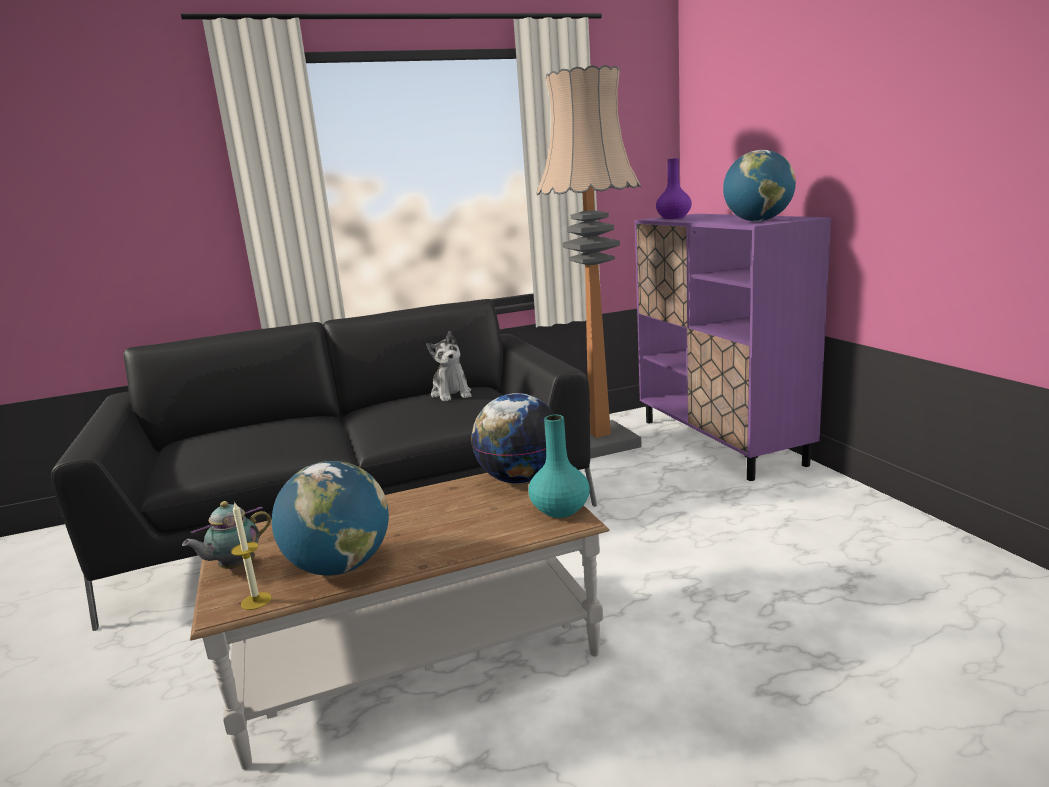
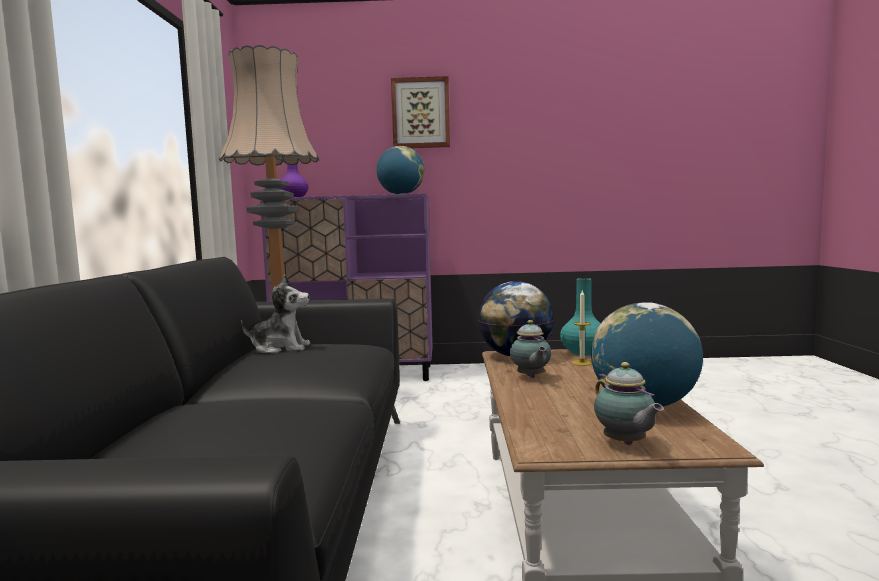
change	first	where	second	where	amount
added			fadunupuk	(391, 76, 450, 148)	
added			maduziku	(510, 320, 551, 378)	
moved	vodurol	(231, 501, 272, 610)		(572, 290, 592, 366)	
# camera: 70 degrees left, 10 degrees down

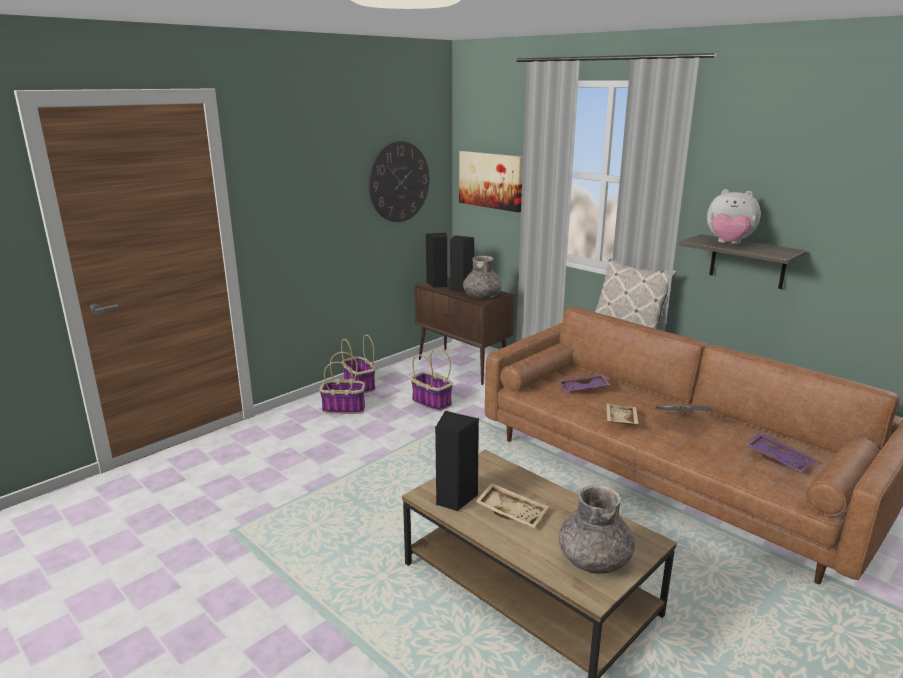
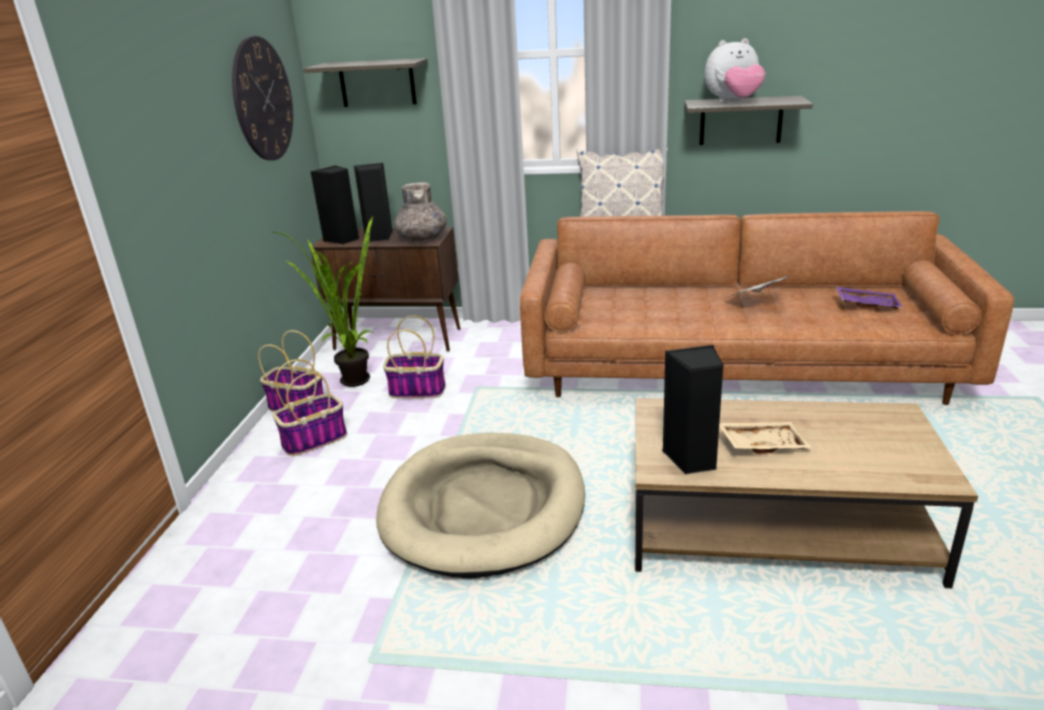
change	first	where	second	where	amount
added			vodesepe	(273, 217, 373, 387)	
replaced	fadunupuk	(459, 151, 523, 212)	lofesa	(303, 58, 428, 107)	
added			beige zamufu	(376, 433, 585, 578)	
removed	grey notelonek	(558, 485, 635, 574)			
removed	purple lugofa	(559, 374, 610, 392)			
removed	beige lugofa	(606, 404, 639, 425)			
# camera: 35 degrees left, 5 degrees up

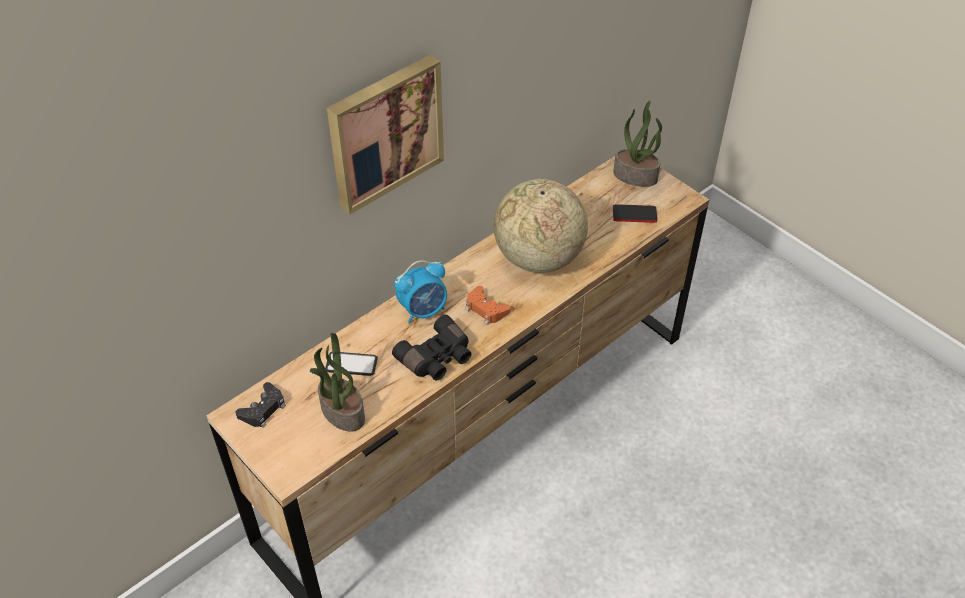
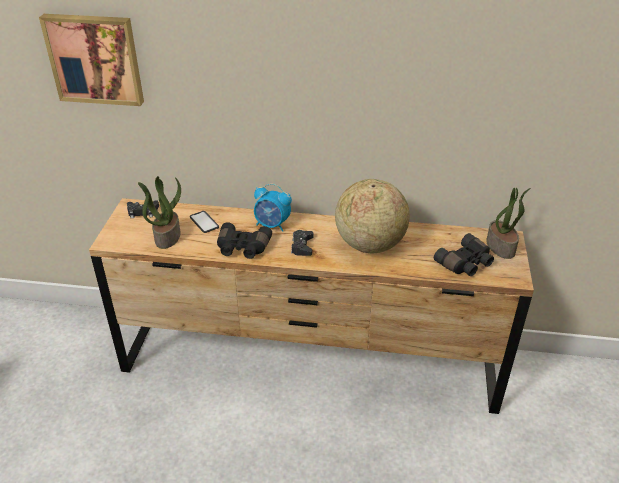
change	first	where	second	where	amount
moved	fadunupuk	(327, 55, 444, 215)		(39, 14, 144, 106)	
recoloured	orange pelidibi	(466, 286, 510, 325)	black pelidibi	(291, 230, 314, 256)	
replaced	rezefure	(613, 204, 657, 223)	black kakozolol	(434, 233, 494, 276)	
# camera: 50 degrees right, 10 degrees down

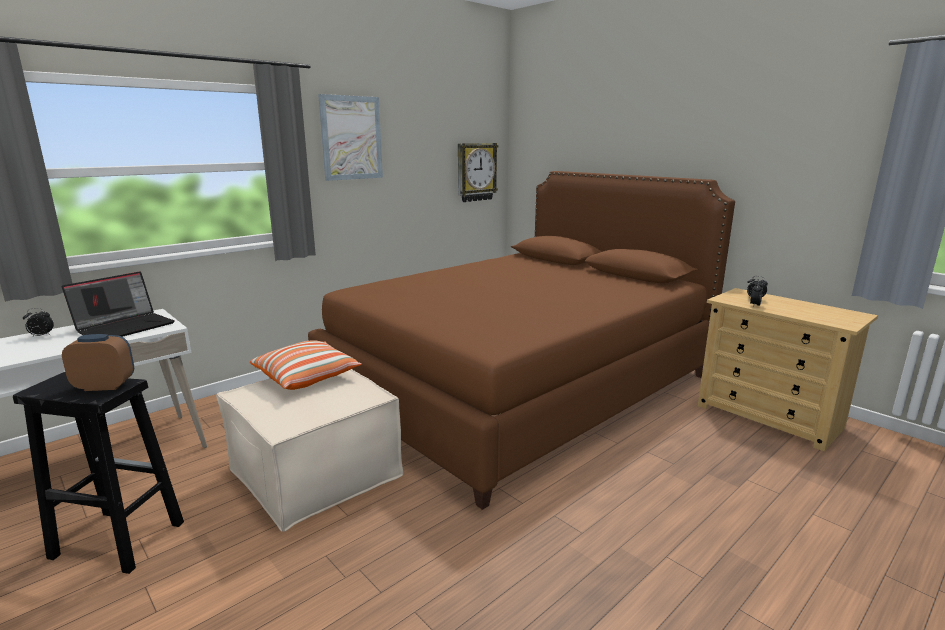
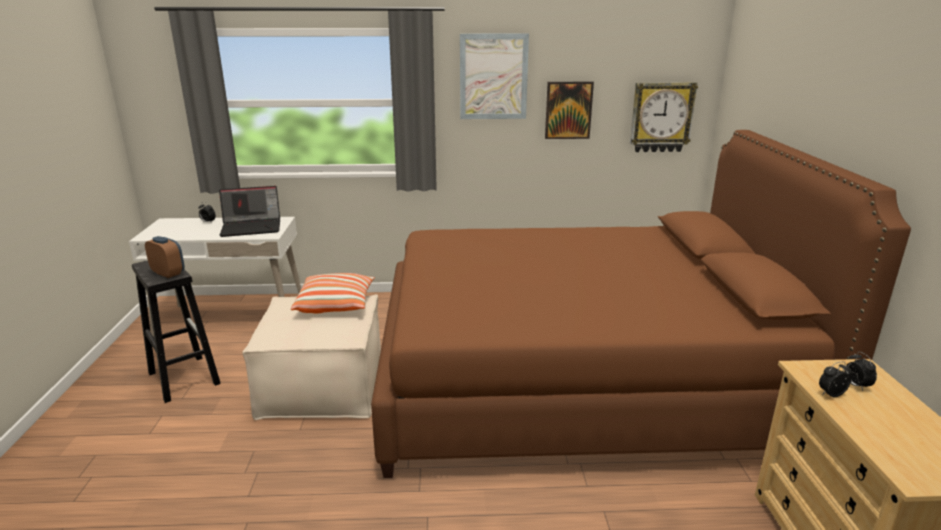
change	first	where	second	where	amount
added			fadunupuk	(545, 82, 594, 139)	
# camera: 40 degrees right, 5 degrees up

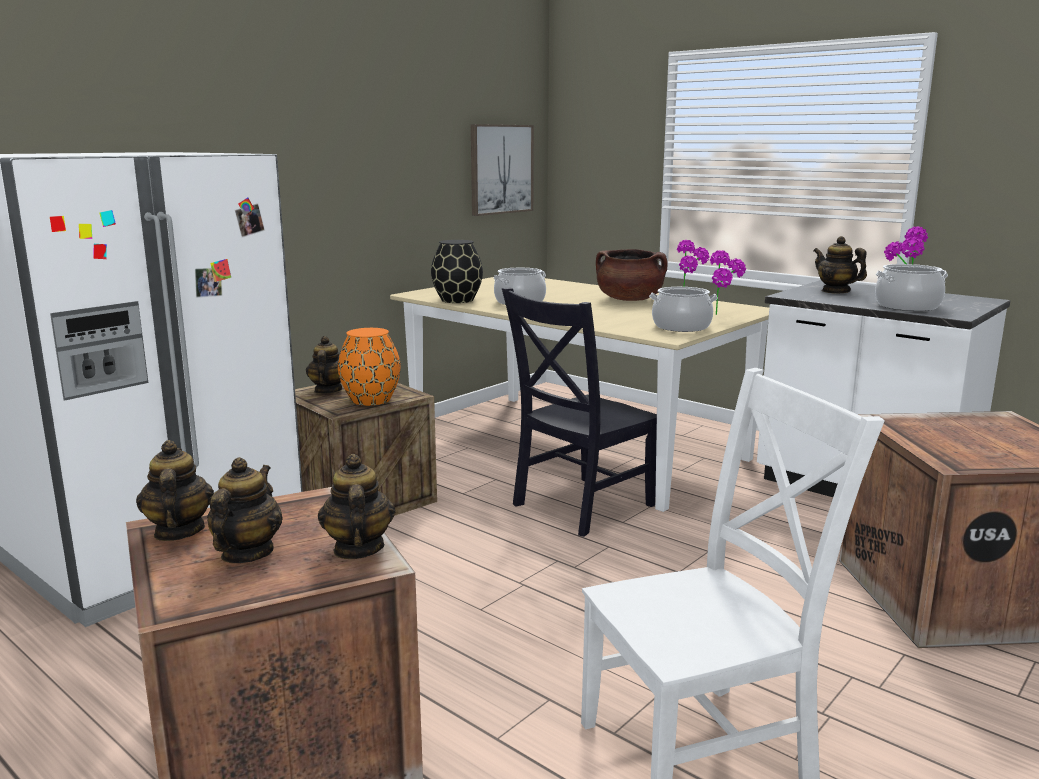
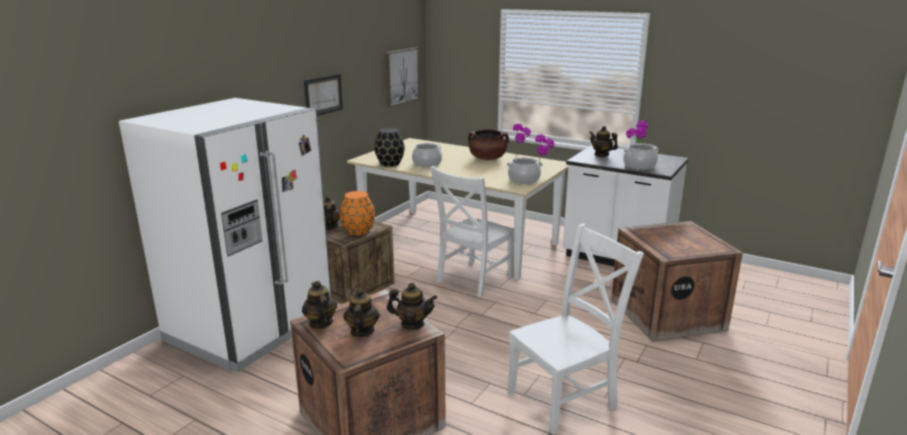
change	first	where	second	where	amount
added			fadunupuk	(304, 74, 343, 116)	
turned	maduziku	(318, 454, 395, 559)		(387, 282, 437, 330)	120 degrees clockwise
recoloured	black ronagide	(502, 288, 657, 537)	white ronagide	(430, 166, 514, 298)	
# camera: 10 degrees left, 5 degrees up

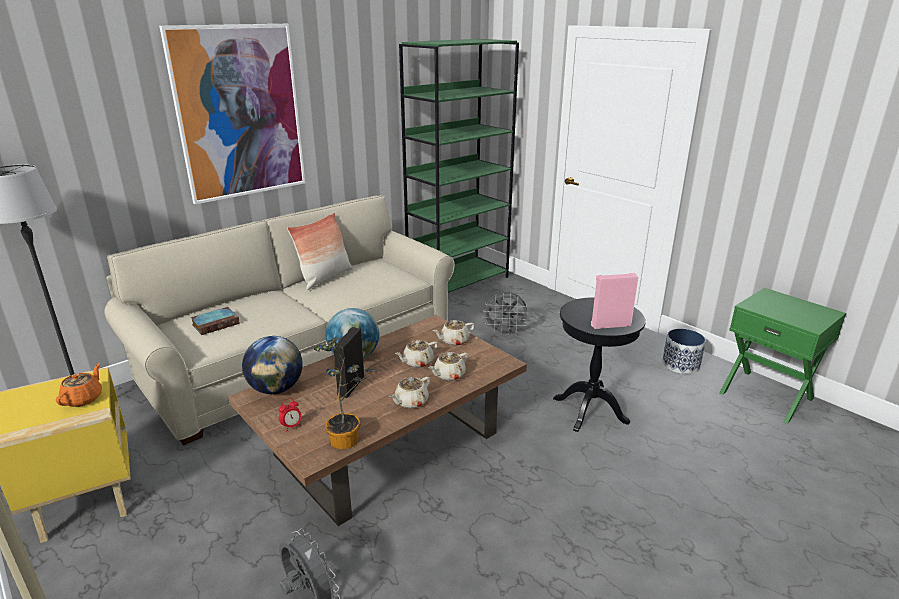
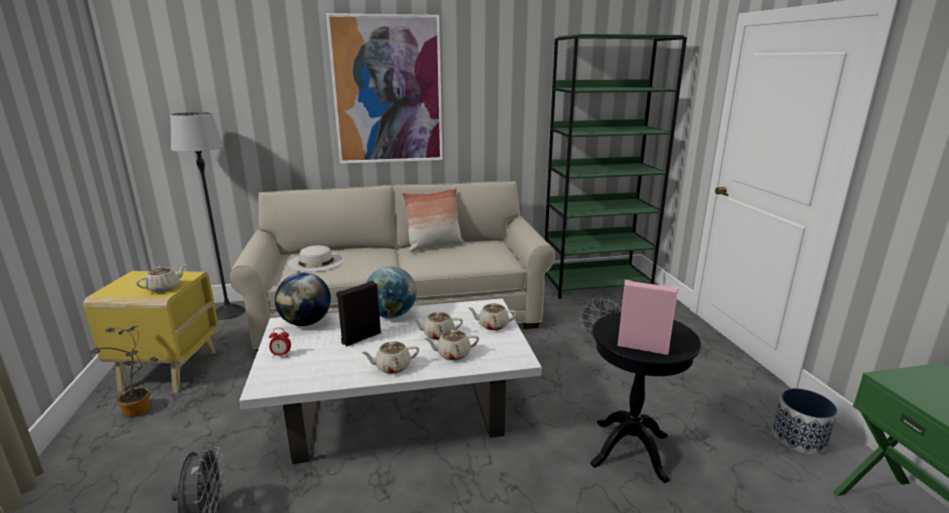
change	first	where	second	where	amount
moved	vodesepe	(314, 337, 378, 449)		(90, 325, 158, 417)	
recoloured	orange maduziku	(56, 363, 102, 407)	beige maduziku	(136, 264, 187, 293)	
recoloured	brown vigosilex	(228, 315, 527, 526)	white vigosilex	(239, 298, 542, 464)	
replaced	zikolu	(191, 307, 240, 335)	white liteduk	(288, 245, 344, 272)	
# camera: 30 degrees right, 5 degrees down

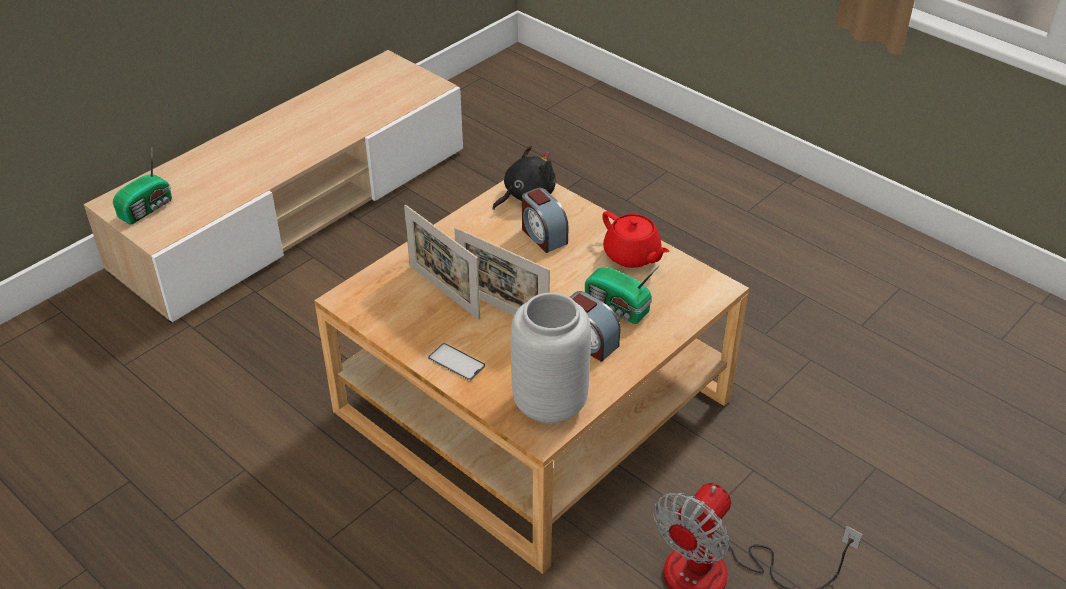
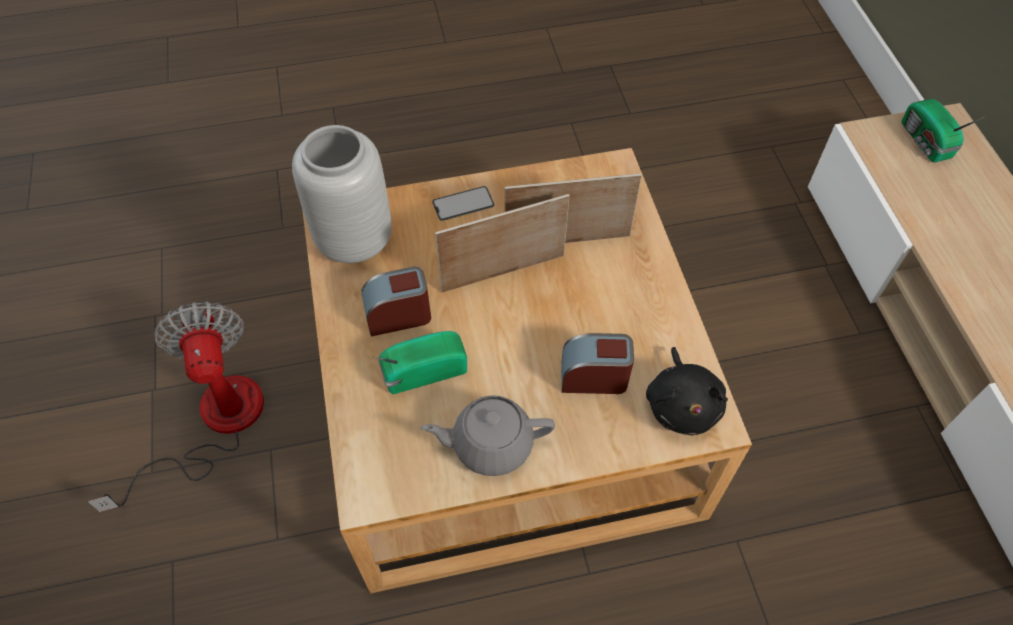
change	first	where	second	where	amount
recoloured	red maduziku	(602, 211, 669, 268)	grey maduziku	(421, 395, 555, 476)	
# camera: 125 degrees right, 15 degrees up

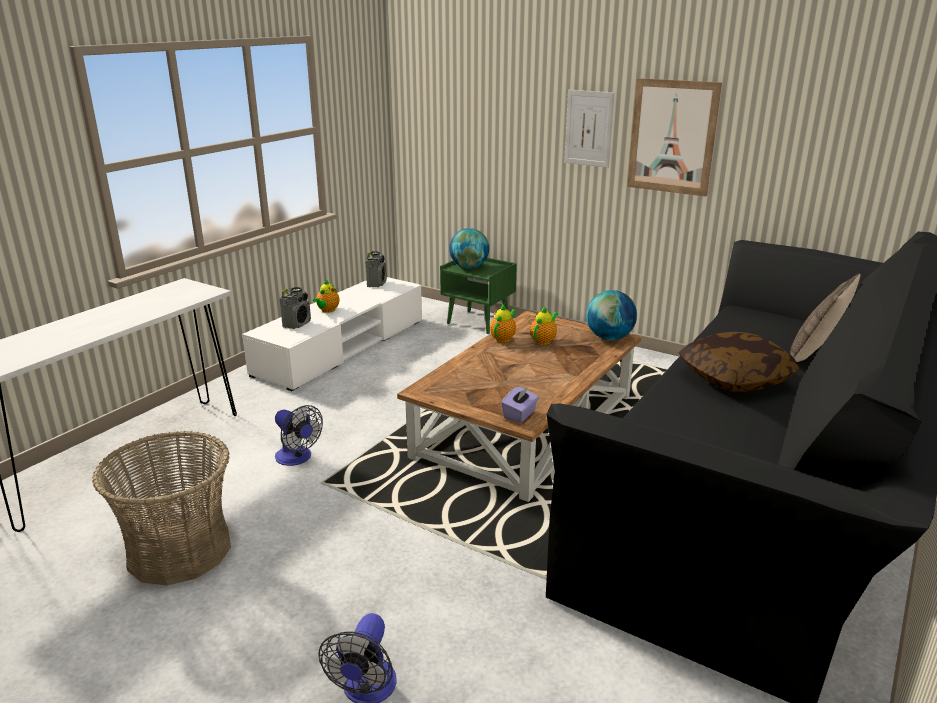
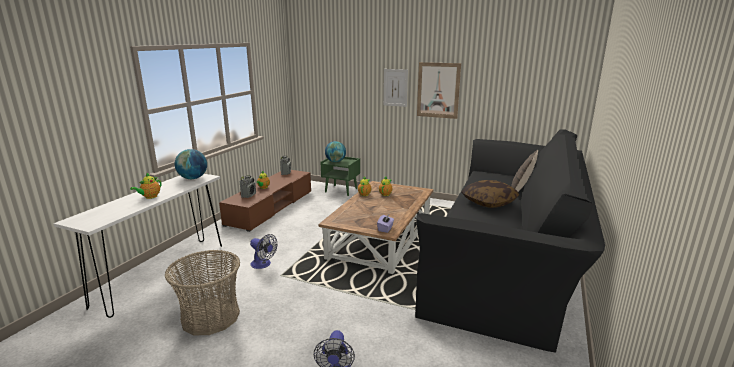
change	first	where	second	where	amount
added			maduziku	(130, 173, 162, 199)	
moved	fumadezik	(586, 290, 637, 340)		(175, 149, 207, 179)	
recoloured	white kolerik	(242, 277, 422, 391)	brown kolerik	(219, 170, 311, 232)	
# camera: 10 degrees left, 5 degrees down

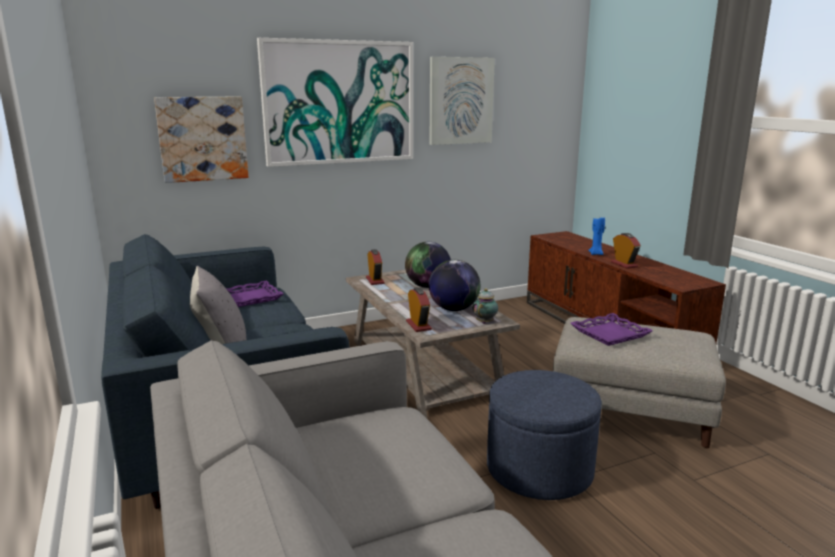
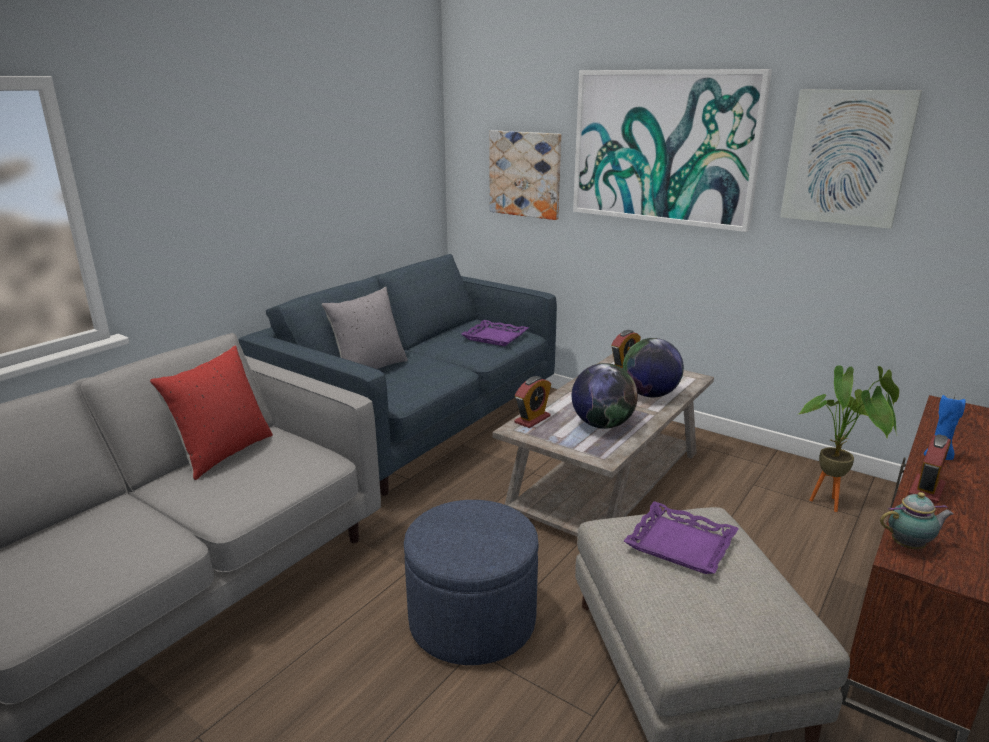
change	first	where	second	where	amount
added			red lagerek	(150, 345, 273, 480)	
added			vodesepe	(799, 365, 899, 512)	
moved	maduziku	(473, 288, 498, 324)		(880, 492, 953, 549)	
# camera: 60 degrees right, 5 degrees up

